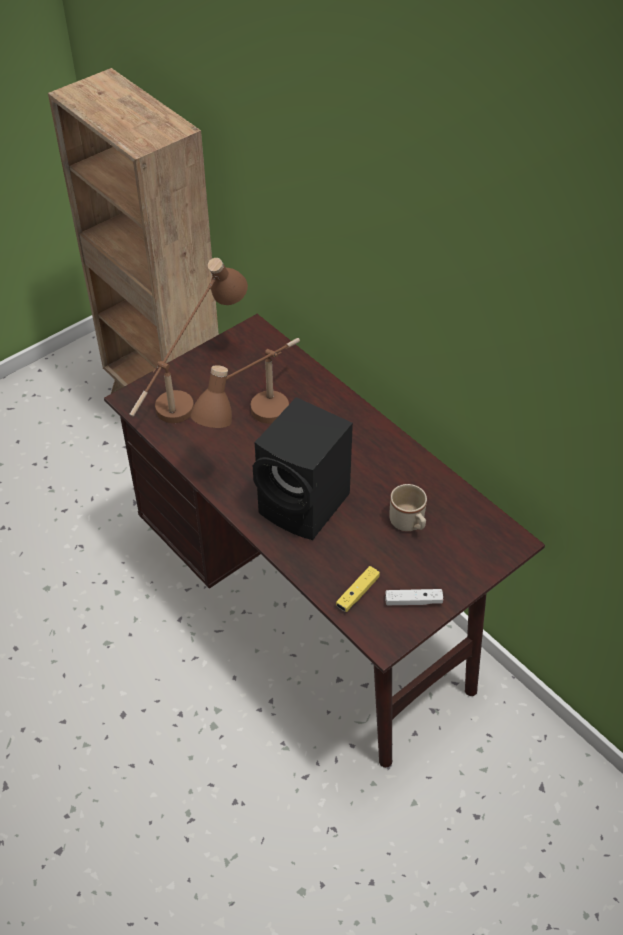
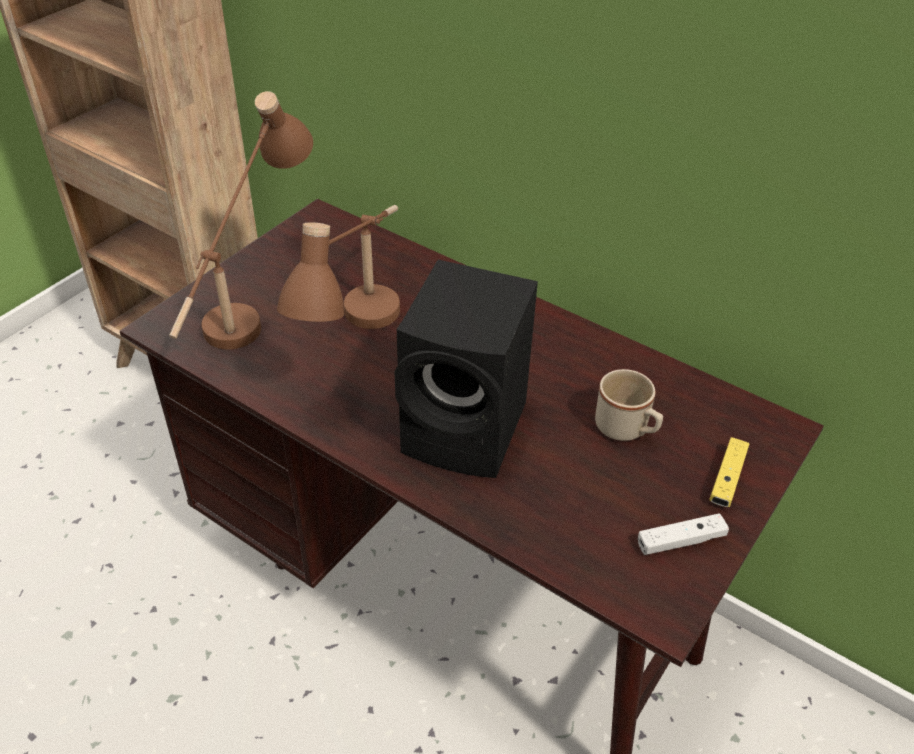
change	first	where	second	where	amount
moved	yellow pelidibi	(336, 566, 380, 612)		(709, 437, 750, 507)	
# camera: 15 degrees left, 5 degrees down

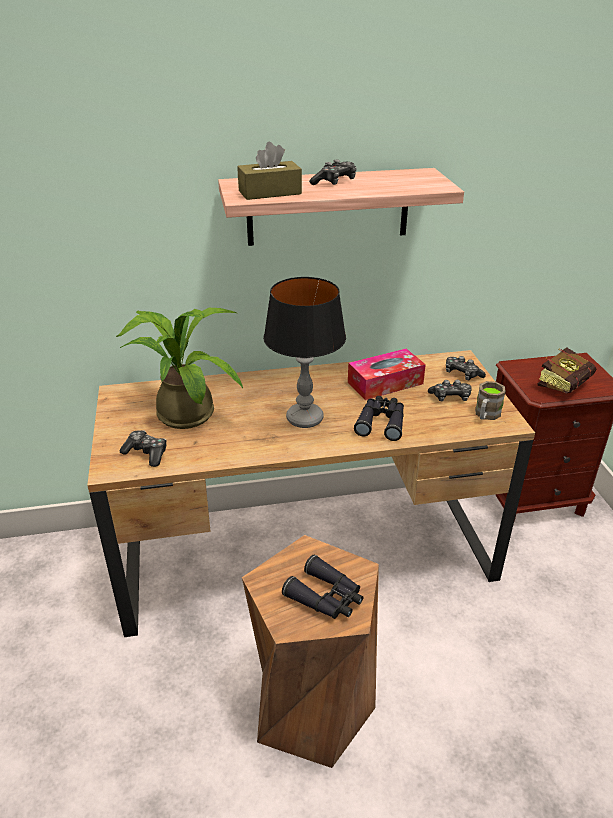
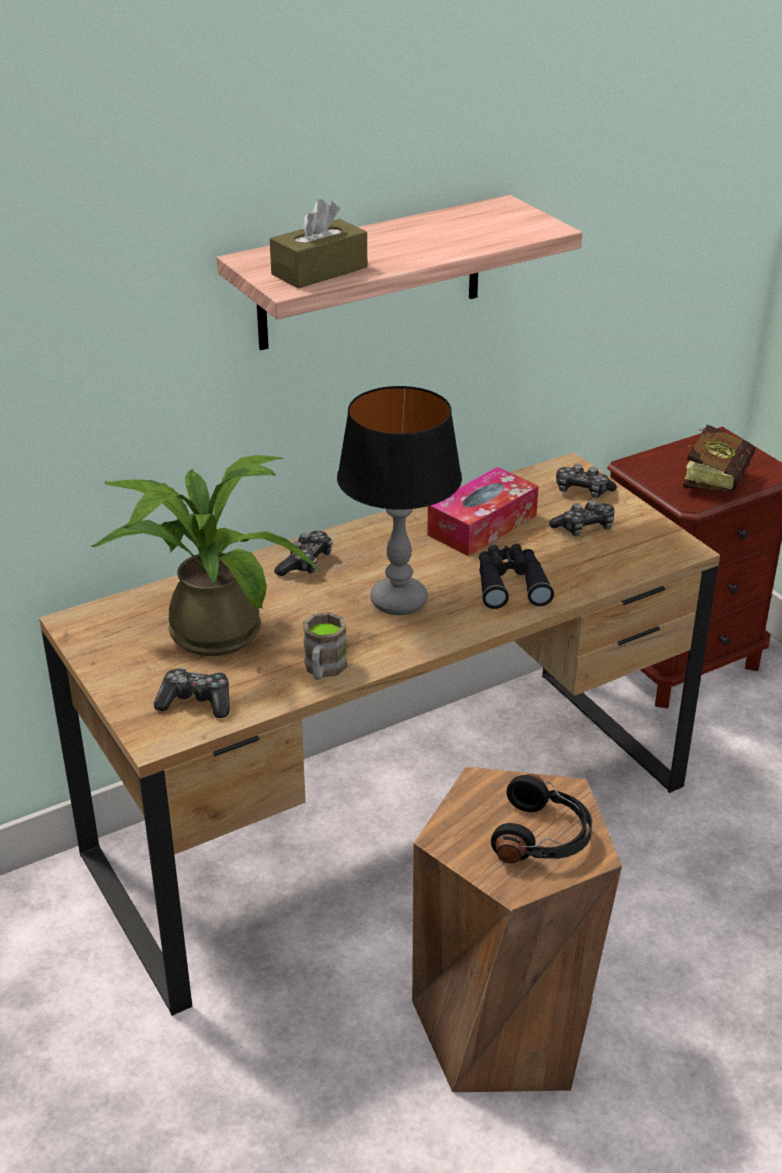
change	first	where	second	where	amount
moved	pelidibi	(309, 160, 357, 185)		(274, 531, 333, 576)	
moved	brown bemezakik	(475, 381, 506, 420)		(303, 612, 347, 680)	
replaced	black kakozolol	(282, 555, 363, 619)	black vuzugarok	(491, 774, 592, 863)	
# camera: 20 degrees left, 0 degrees up

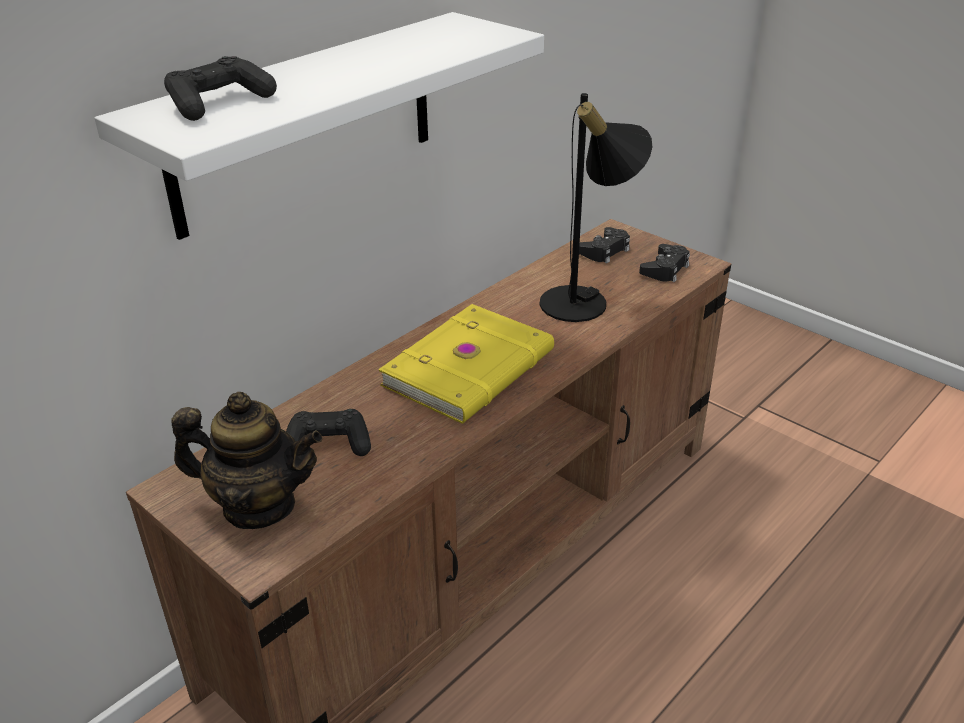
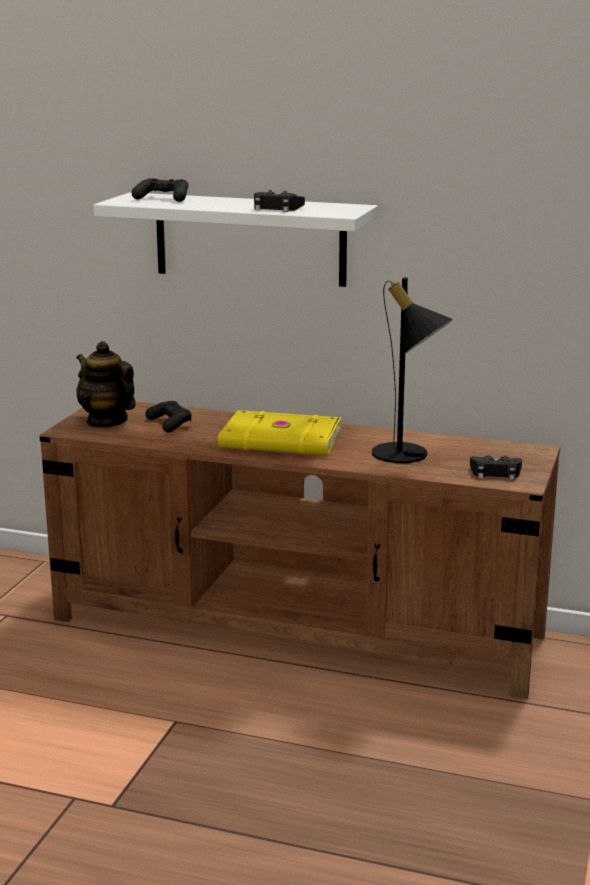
change	first	where	second	where	amount
turned	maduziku	(172, 392, 323, 529)		(76, 341, 136, 428)	150 degrees clockwise
moved	black pelidibi	(579, 227, 630, 263)		(254, 190, 305, 212)	
# camera: 65 degrees right, 15 degrees down

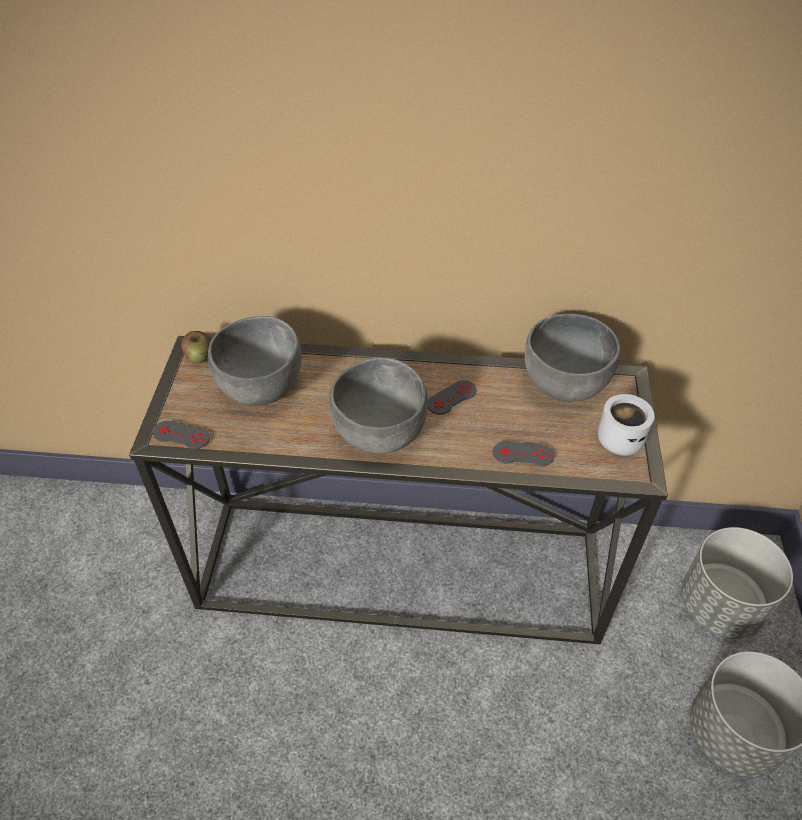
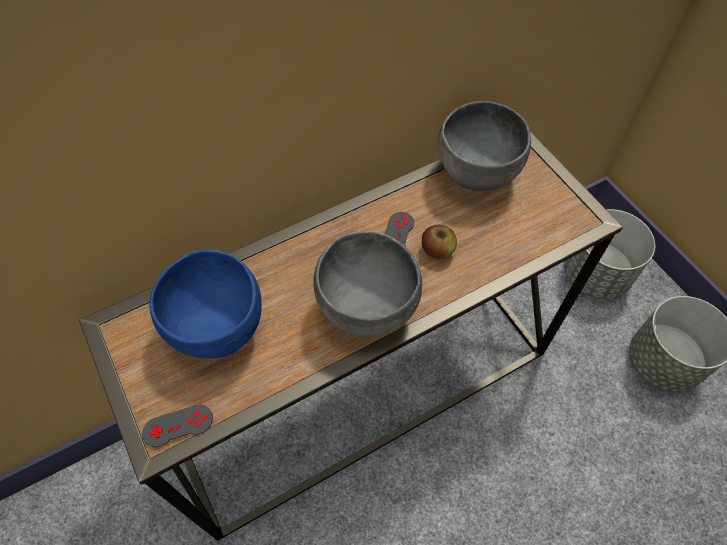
change	first	where	second	where	amount
recoloured	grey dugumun	(208, 316, 302, 406)	blue dugumun	(149, 250, 262, 358)	
moved	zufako	(181, 331, 211, 364)		(422, 225, 457, 259)	
removed	grey pelidibi	(493, 442, 554, 466)			
removed	white bemezakik	(598, 394, 655, 455)			
# camera: 35 degrees left, 10 degrees up

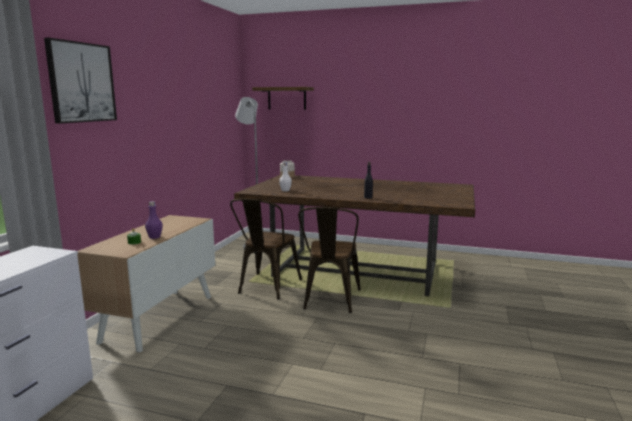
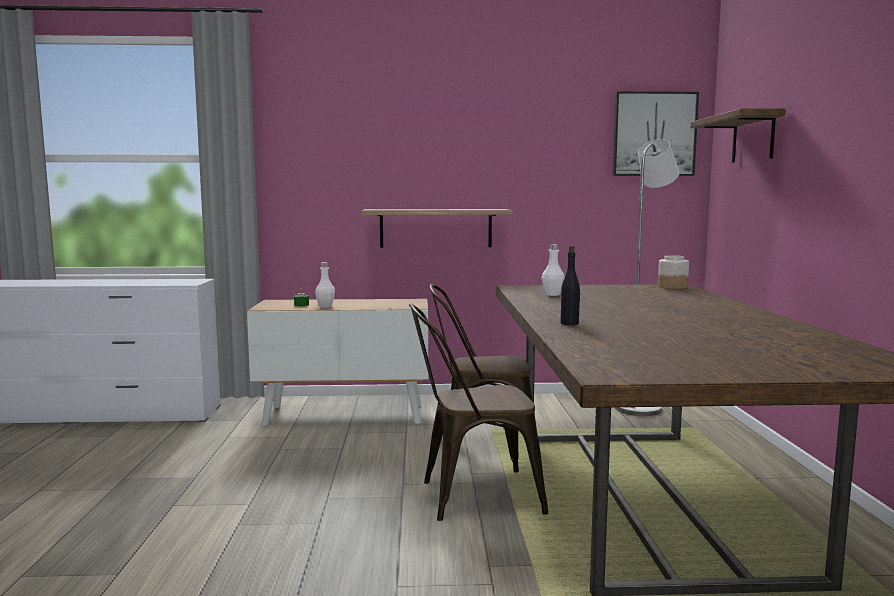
change	first	where	second	where	amount
recoloured	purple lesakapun	(145, 201, 163, 239)	white lesakapun	(315, 262, 335, 308)	
added			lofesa	(361, 209, 512, 248)	
moved	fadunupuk	(44, 38, 117, 124)		(612, 91, 699, 176)	
# camera: 70 degrees right, 5 degrees down

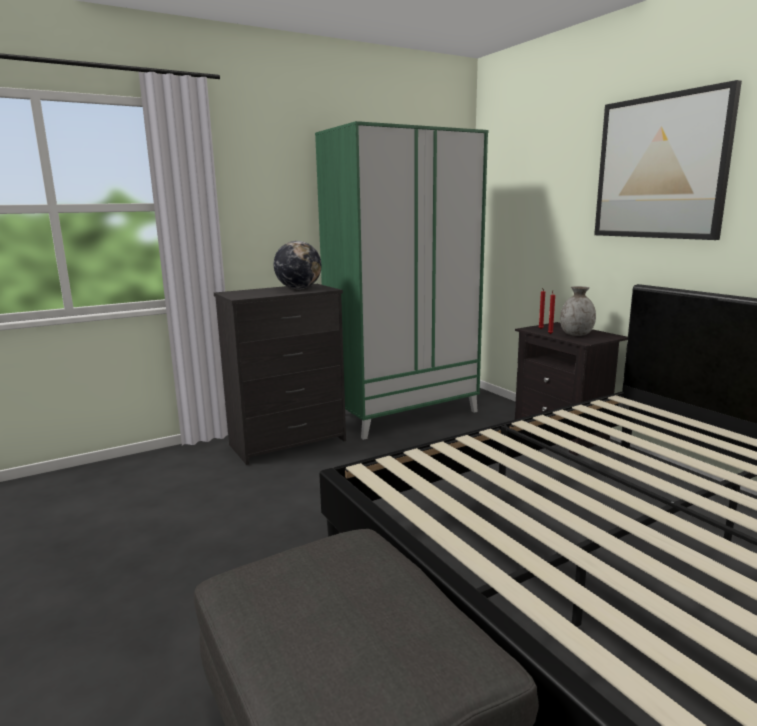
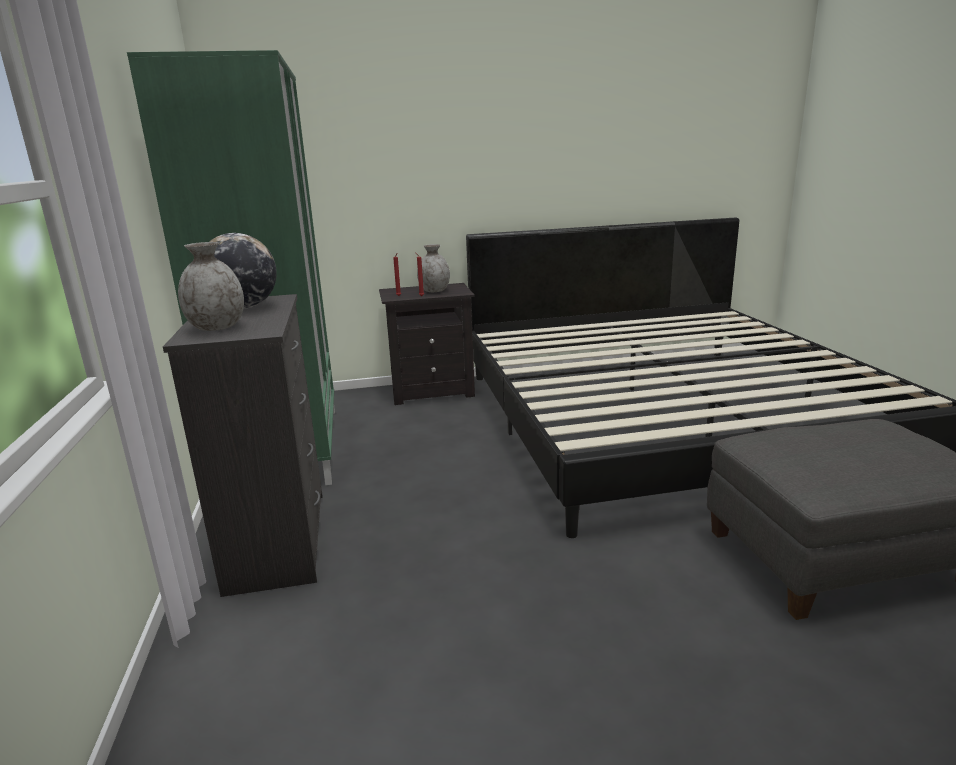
change	first	where	second	where	amount
added			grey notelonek	(178, 242, 244, 331)	
removed	fadunupuk	(594, 80, 742, 240)			
# camera: 70 degrees left, 5 degrees up

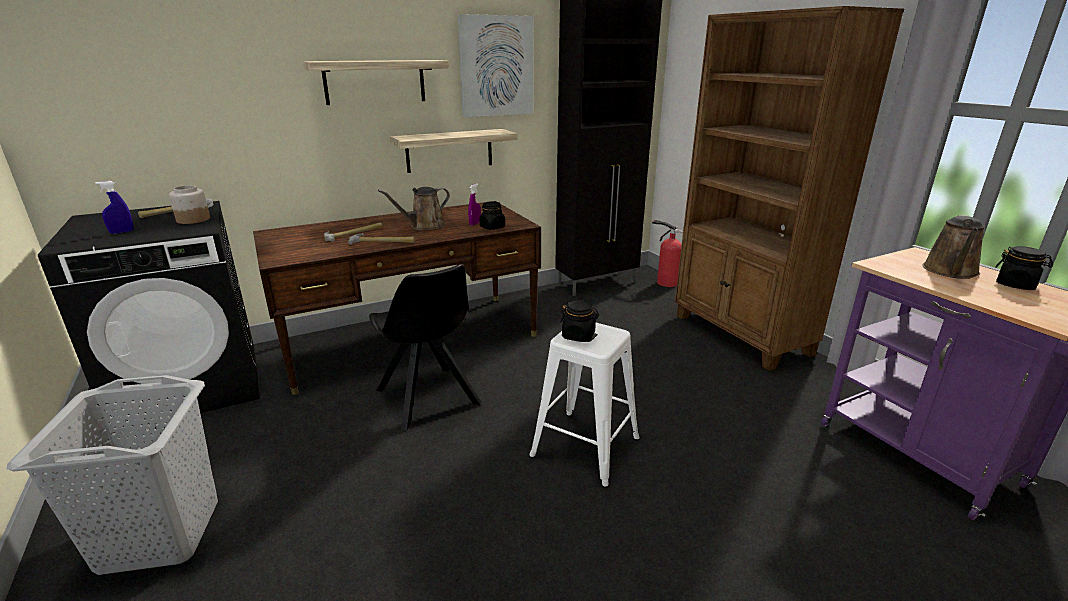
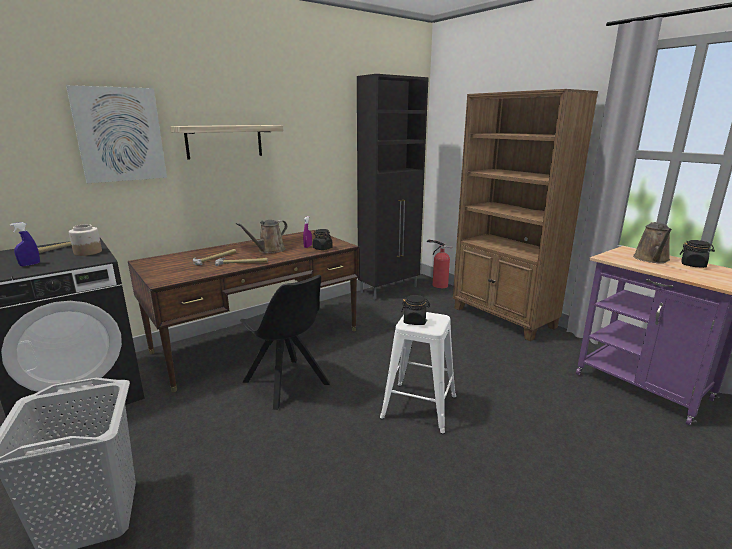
change	first	where	second	where	amount
moved	fadunupuk	(458, 14, 533, 117)		(66, 85, 167, 183)	
removed	lofesa	(390, 129, 518, 173)			
# camera: 10 degrees left, 5 degrees down

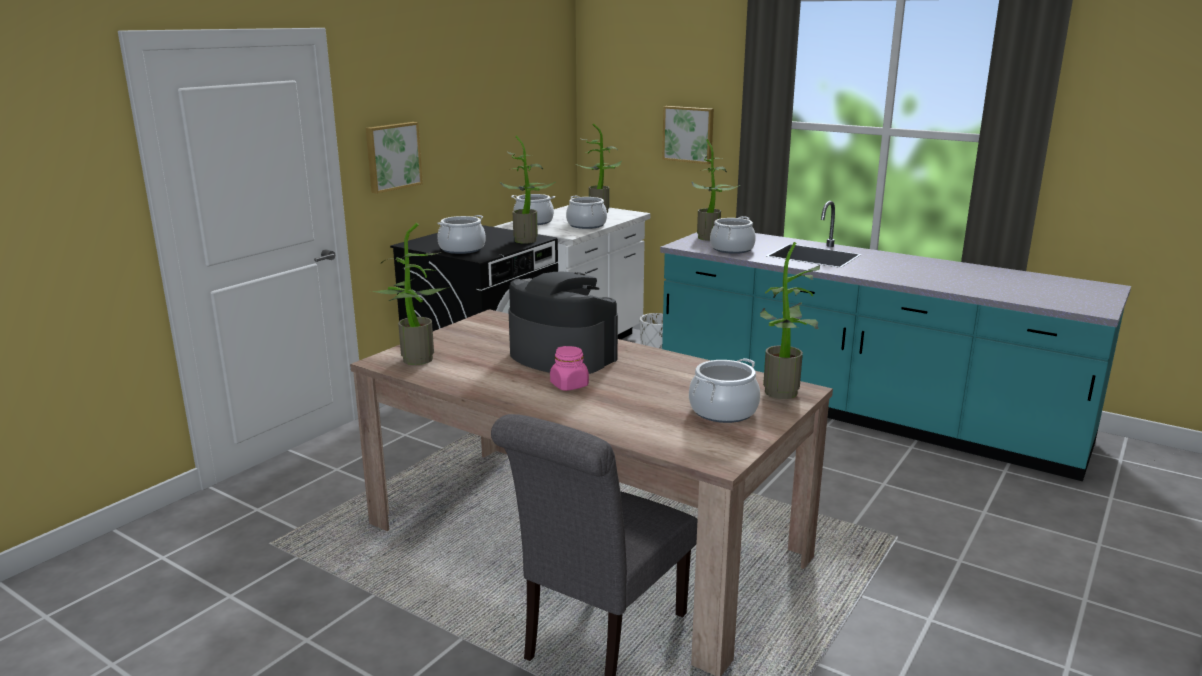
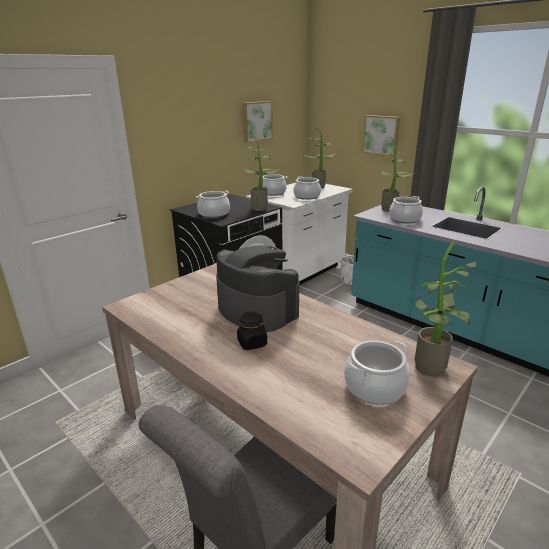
change	first	where	second	where	amount
recoloured	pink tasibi	(550, 346, 589, 391)	black tasibi	(237, 311, 267, 350)	
moved	fadunupuk	(366, 122, 423, 194)		(243, 101, 273, 143)	
removed	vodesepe	(371, 223, 449, 365)			
# camera: 10 degrees right, 5 degrees up

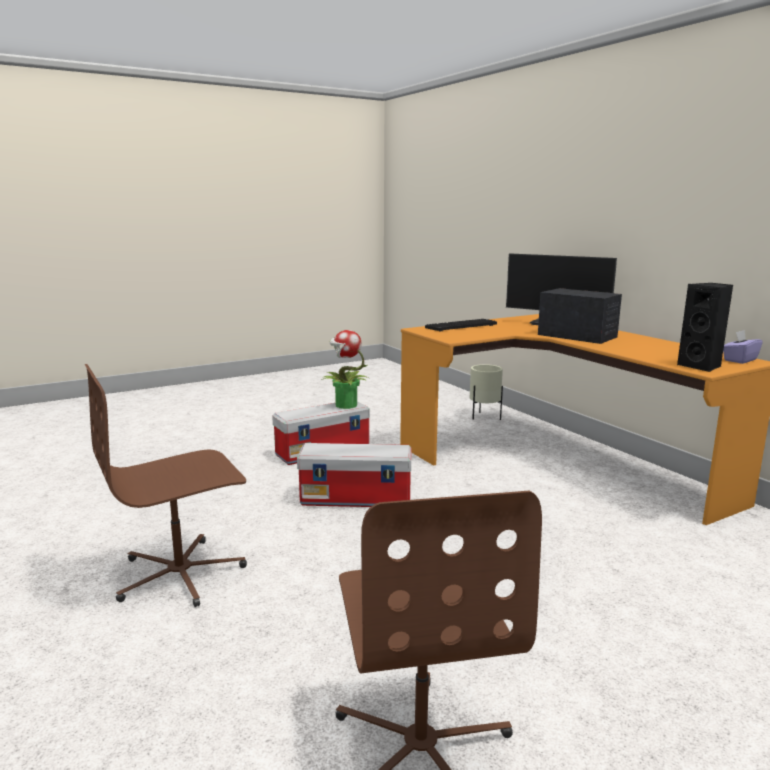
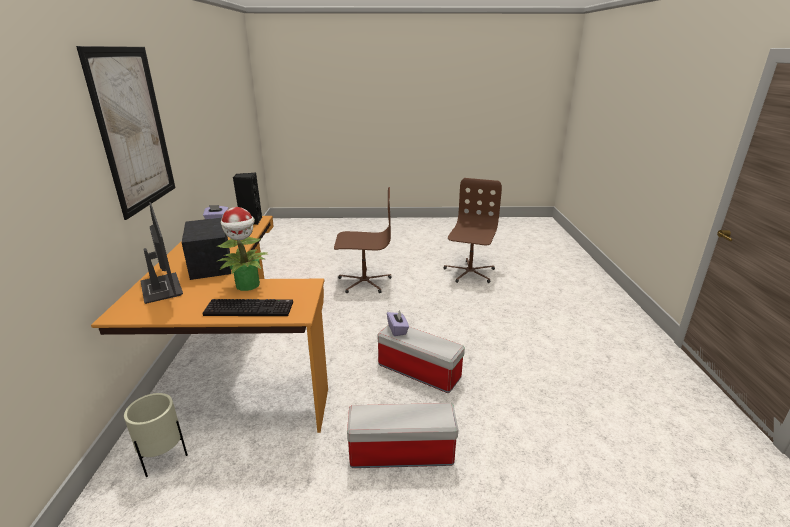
change	first	where	second	where	amount
added			fadunupuk	(76, 46, 175, 220)	
moved	vodesepe	(321, 330, 369, 409)		(216, 207, 268, 291)	
moved	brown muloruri	(85, 364, 247, 607)		(334, 187, 392, 293)	
added			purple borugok	(387, 309, 409, 336)	
# camera: 150 degrees left, 10 degrees up

